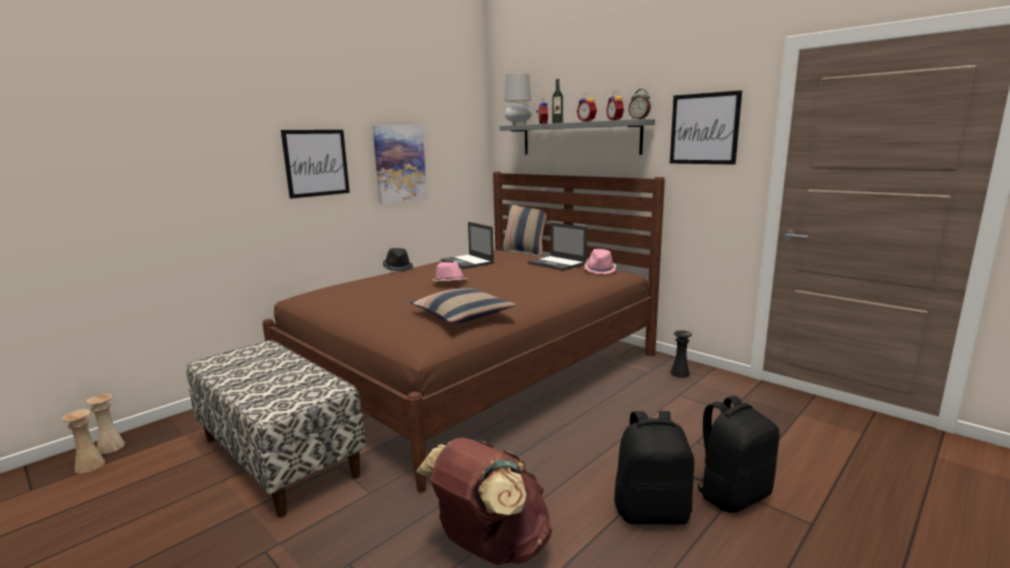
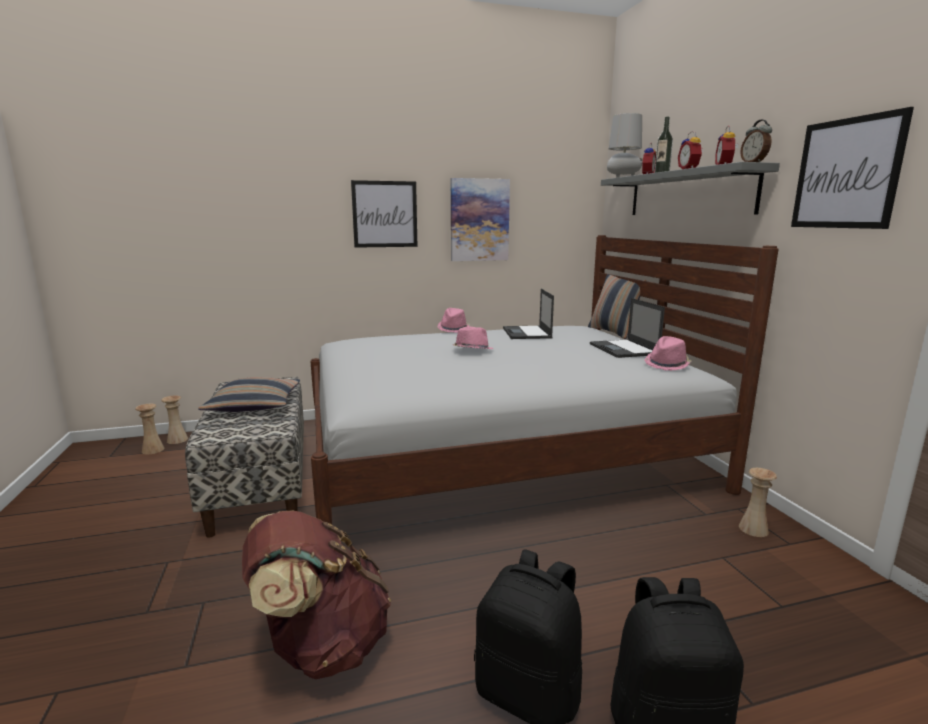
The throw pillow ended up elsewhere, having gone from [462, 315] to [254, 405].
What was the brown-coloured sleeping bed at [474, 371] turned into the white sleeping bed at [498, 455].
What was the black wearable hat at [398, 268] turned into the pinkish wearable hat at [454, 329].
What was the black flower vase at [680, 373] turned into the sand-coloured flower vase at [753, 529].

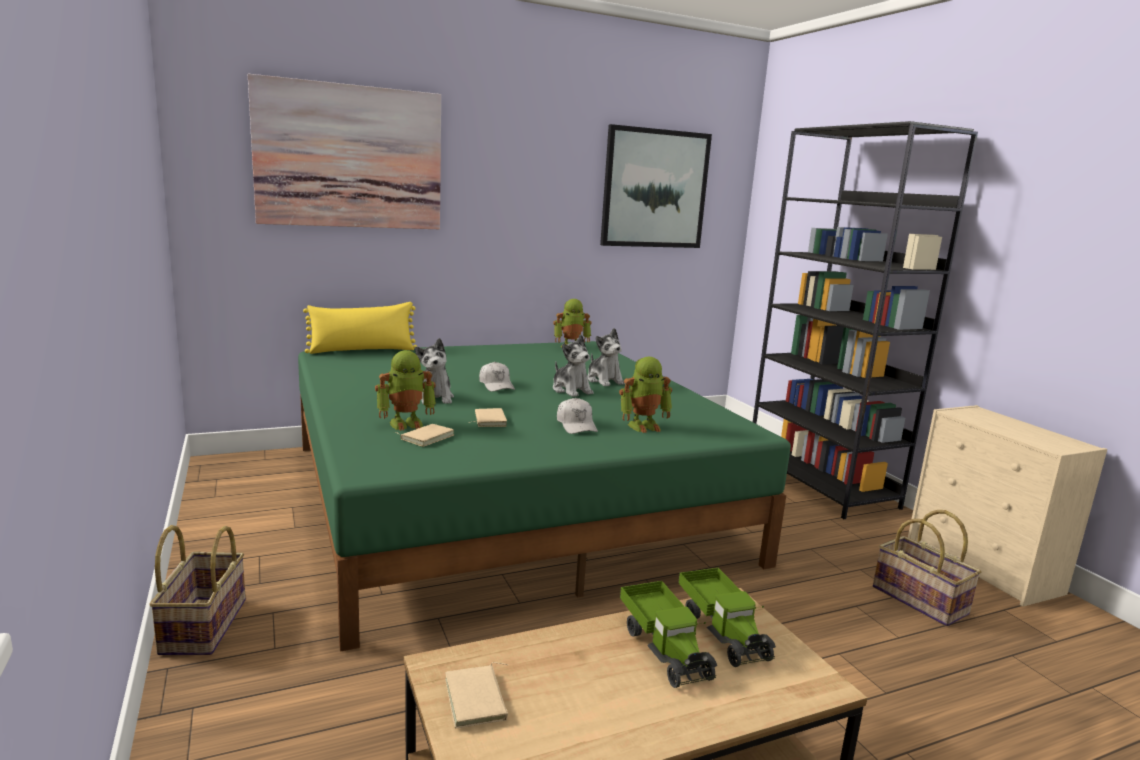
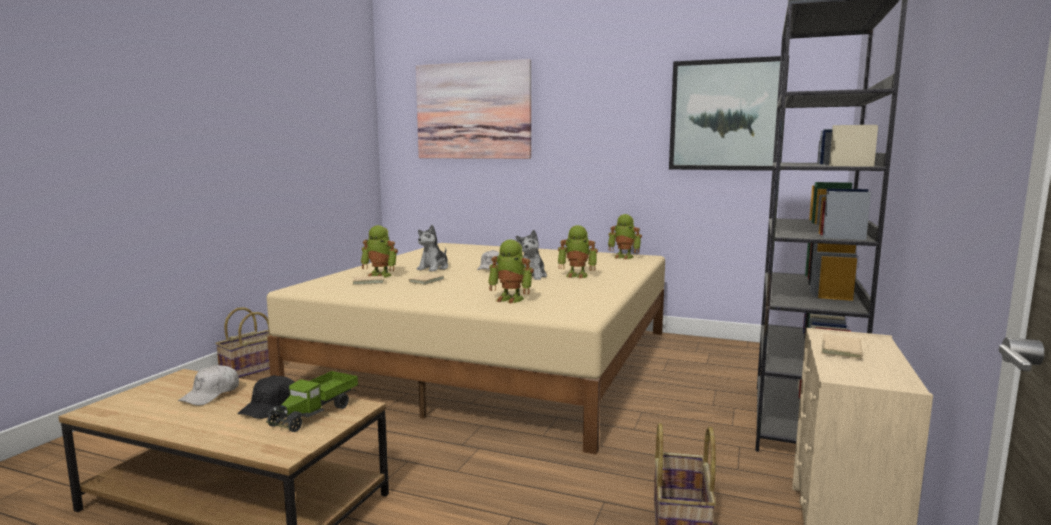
The white baseball cap ended up elsewhere, having gone from [576, 425] to [211, 394].
Where the toy truck stood at [665, 647], the black baseball cap came to stand at [270, 406].
What was the green sleeping bed at [507, 500] turned into the sand-coloured sleeping bed at [496, 360].
Where the cuddly toy stood at [604, 380], the robot figure came to stand at [577, 275].
The sand-coloured bound book ended up elsewhere, having gone from [478, 699] to [843, 350].
The second view lost the yellow throw pillow at [362, 350].

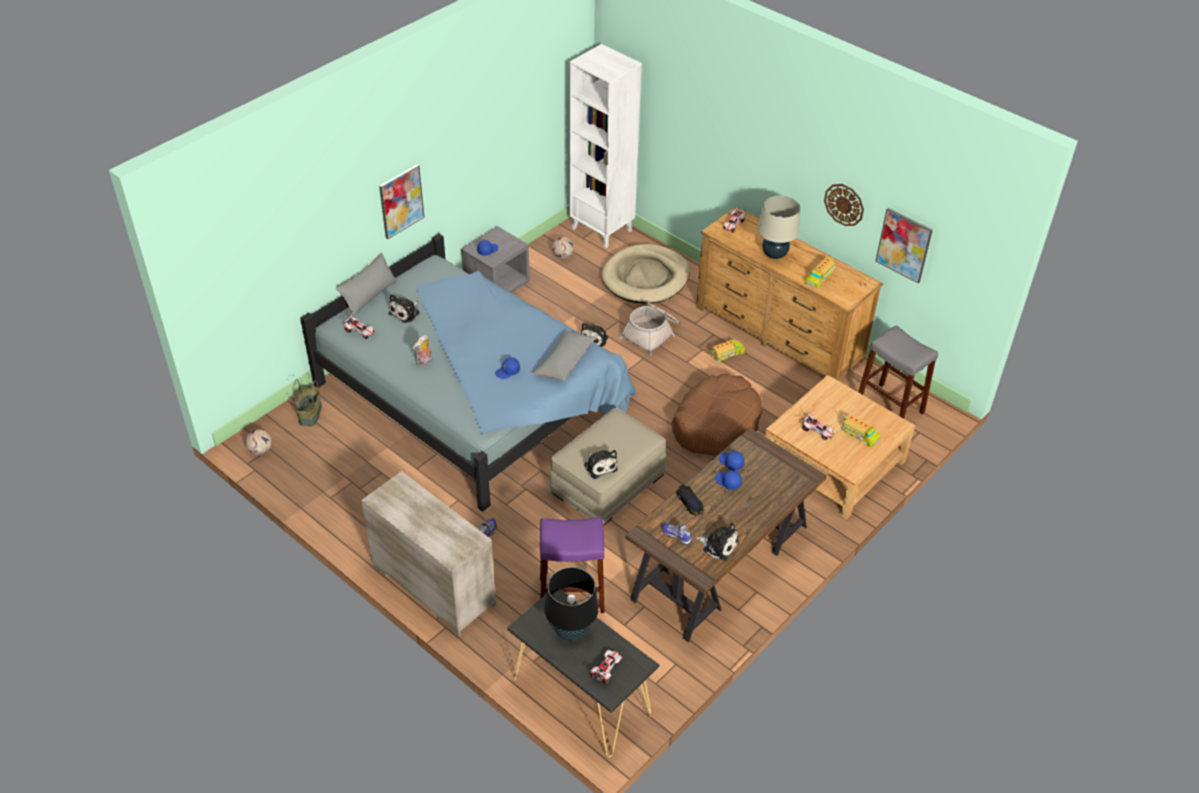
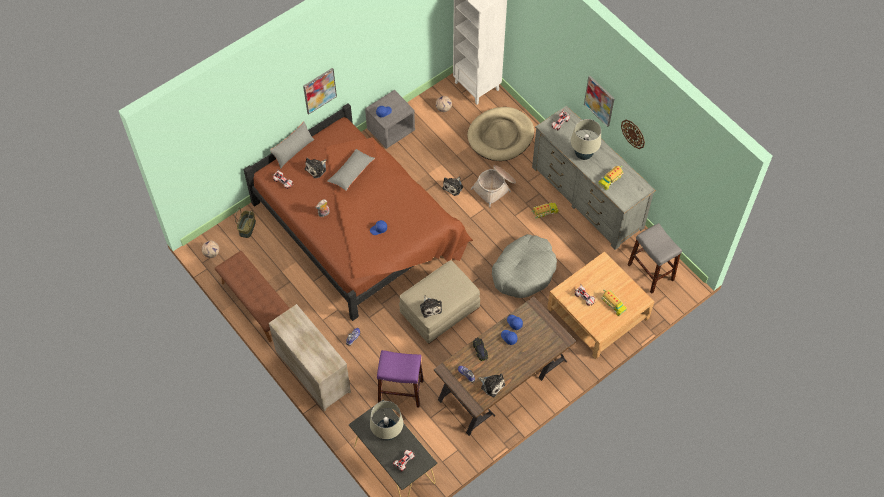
The second view gained the brown-coloured indoor bench at [256, 304].
What was the bluish sleeping bed at [473, 396] turned into the brown-coloured sleeping bed at [360, 226].
The greyish throw pillow ended up elsewhere, having gone from [564, 361] to [351, 173].
What was the black lamp for a table at [571, 632] turned into the sand-coloured lamp for a table at [387, 433].
What was the brown-coloured dog bed at [716, 424] turned into the greyish dog bed at [524, 271].
What was the brown-coloured chest of drawers at [778, 332] turned into the greyish chest of drawers at [587, 197].
The wall picture ended up elsewhere, having gone from [904, 245] to [599, 100].

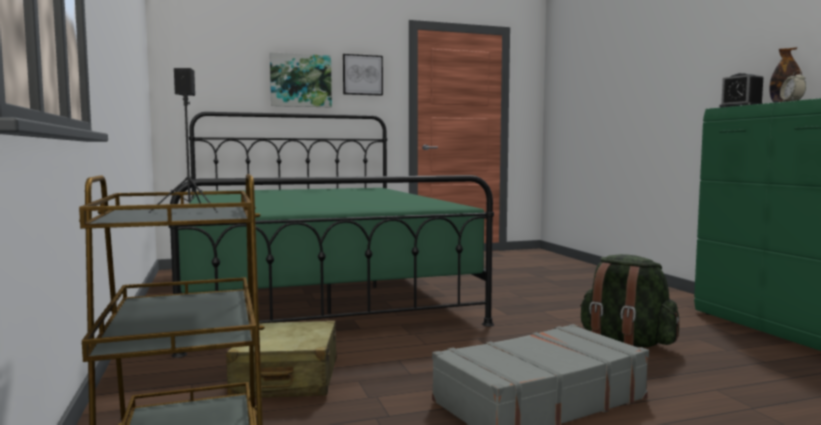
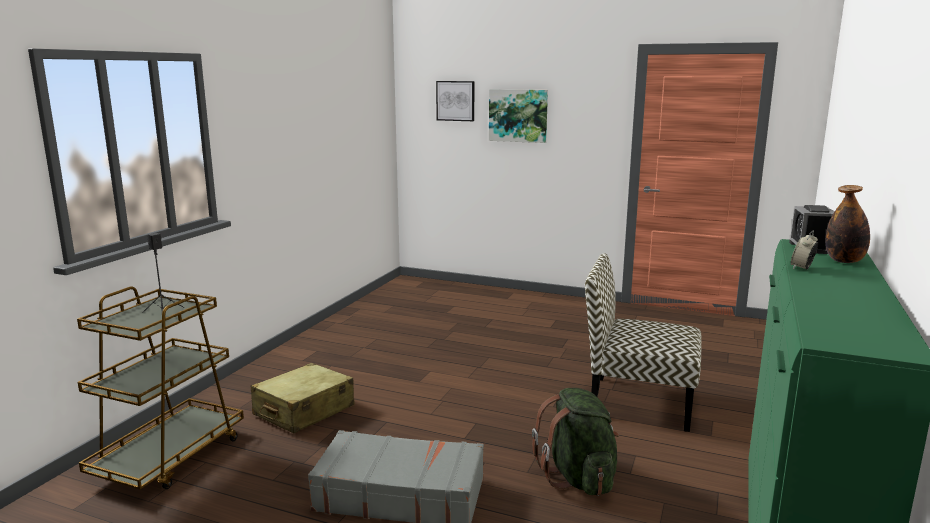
The wall picture ended up elsewhere, having gone from [362, 75] to [455, 101].
The second view gained the upright chair at [637, 402].
The second view lost the green sleeping bed at [314, 291].

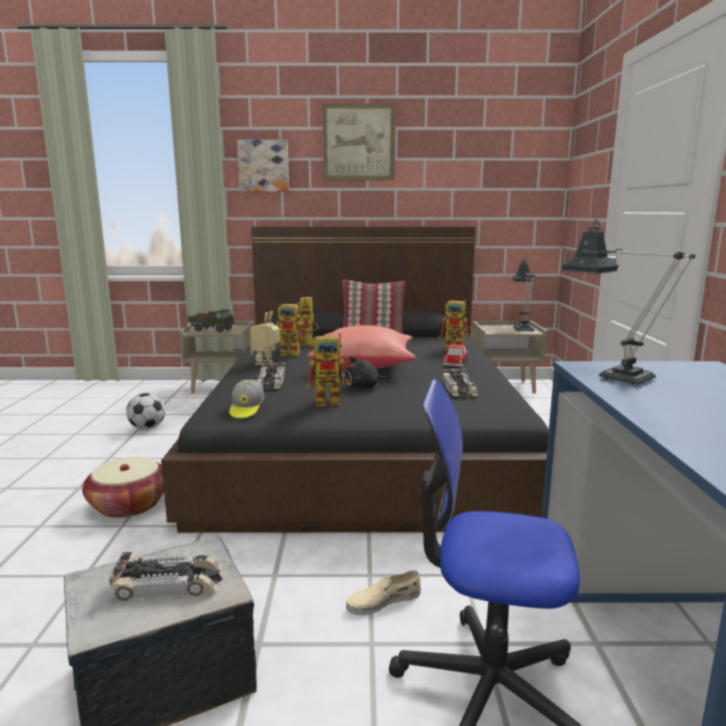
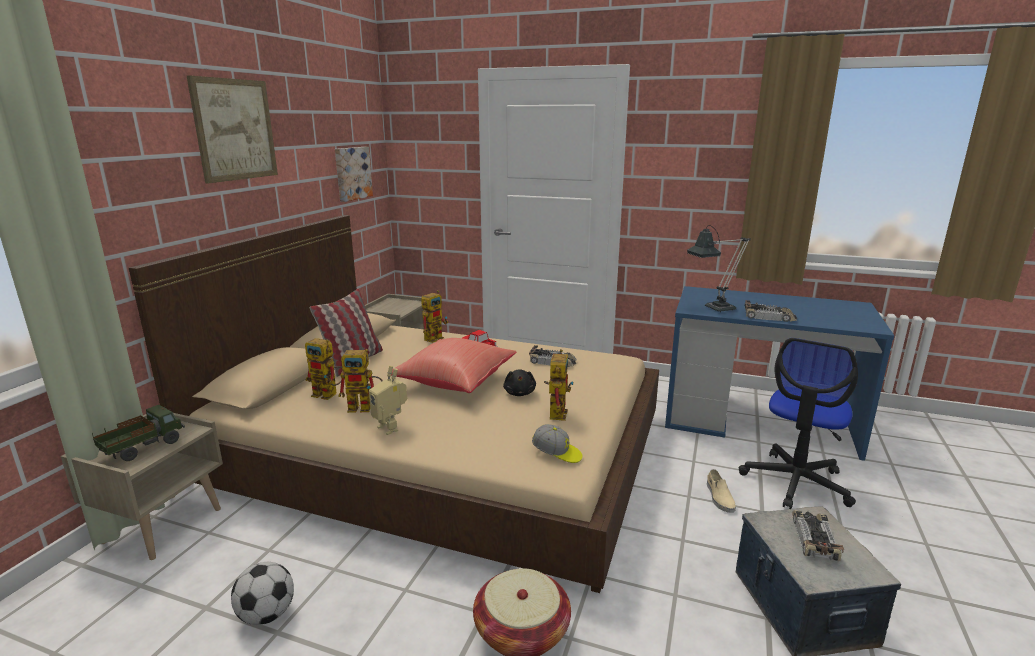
What was the black sleeping bed at [364, 432] turned into the sand-coloured sleeping bed at [441, 448].
The wall picture ended up elsewhere, having gone from [263, 166] to [352, 173].
The robot figure at [295, 354] ended up facing another way, 60 degrees clockwise from before.
The miniature car ended up elsewhere, having gone from [270, 382] to [769, 317].
The second view lost the lamp for a table at [522, 329].

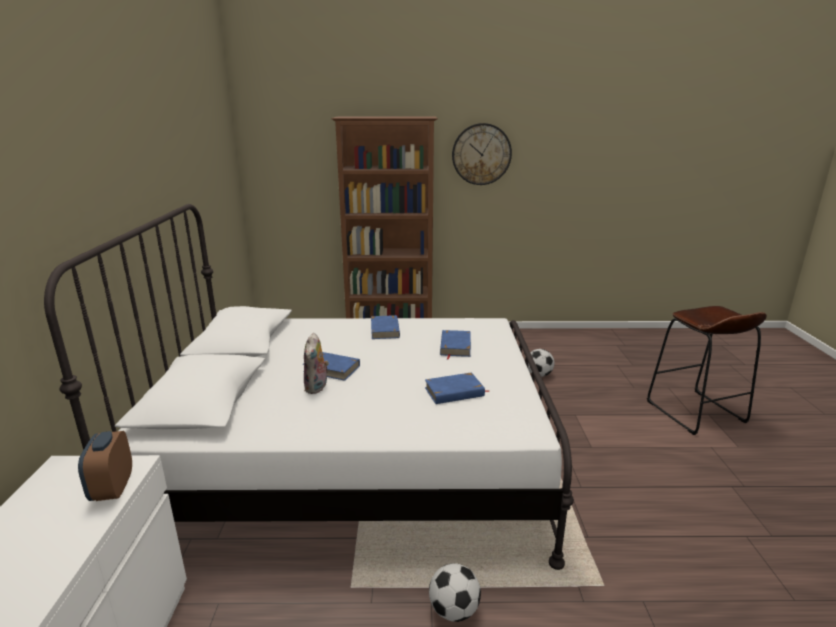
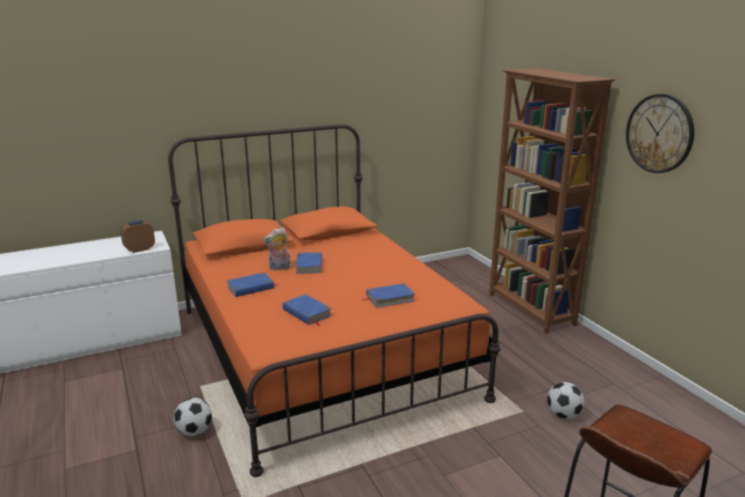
What was the white sleeping bed at [355, 462] turned into the orange-coloured sleeping bed at [321, 351].
The bluish bound book ended up elsewhere, having gone from [385, 330] to [251, 288].

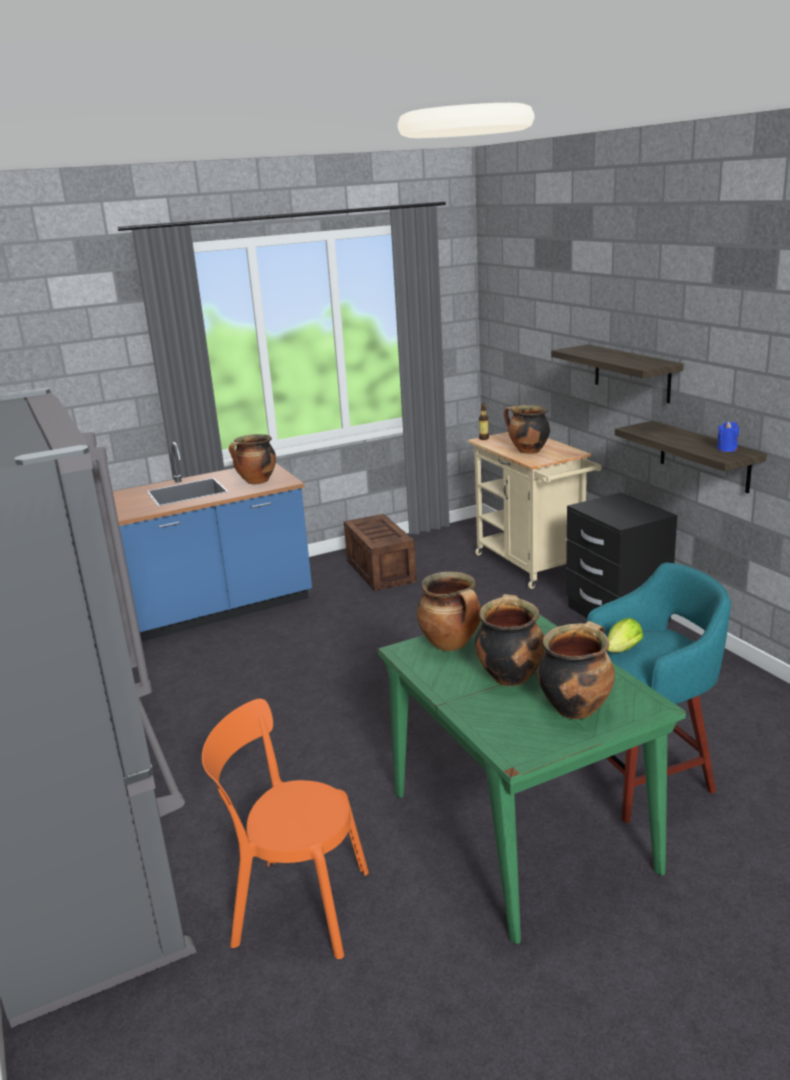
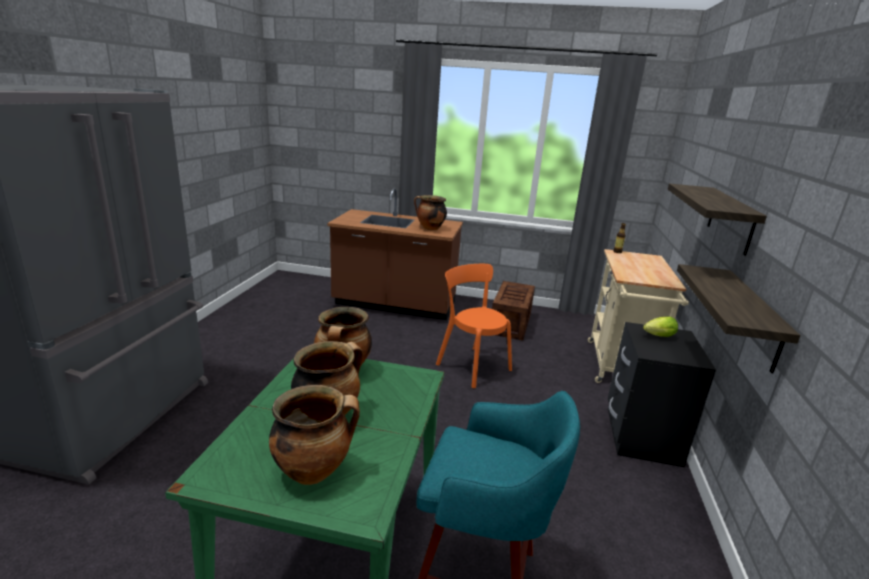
What was the bluish counter at [220, 609] turned into the brown-coloured counter at [394, 305].
The orange-coloured upright chair ended up elsewhere, having gone from [295, 906] to [471, 365].
The lettuce ended up elsewhere, having gone from [621, 651] to [657, 336].
The second view lost the cooking pot at [527, 451].
The second view lost the bluish wax light at [726, 449].

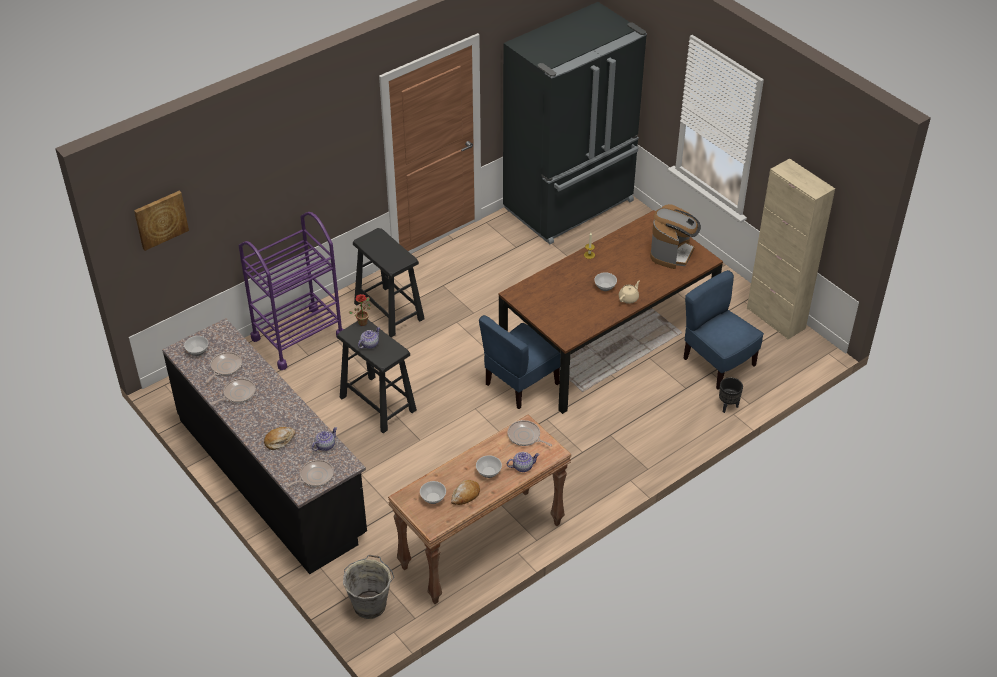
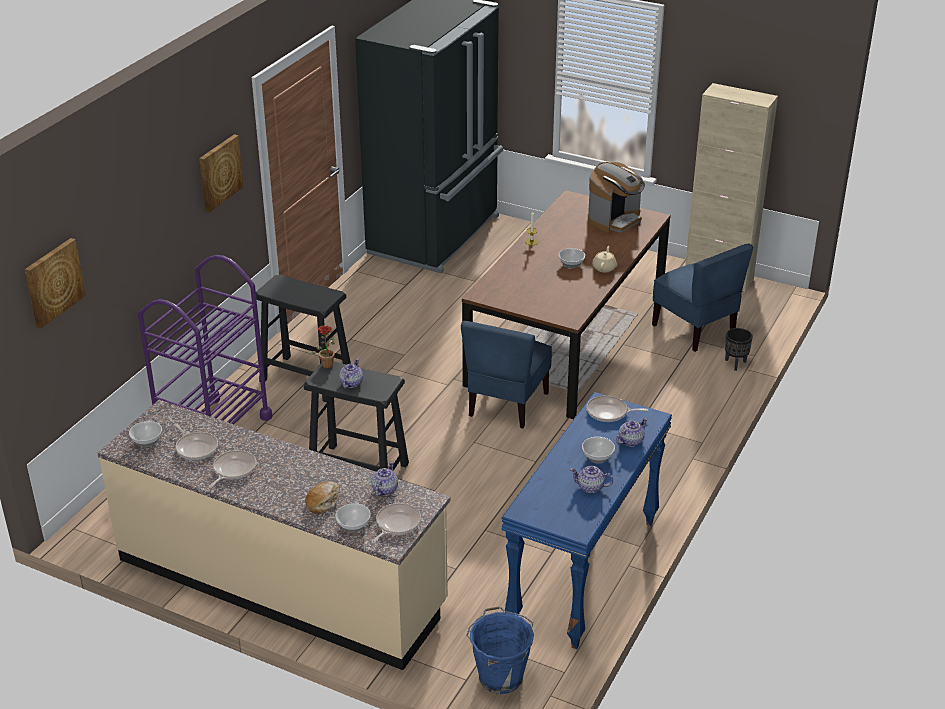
What was the black counter at [272, 476] turned into the sand-coloured counter at [281, 582].
The frying pan at [225, 367] ended up facing another way, 135 degrees clockwise from before.
The second view gained the wall picture at [219, 172].
The bowl ended up elsewhere, having gone from [432, 498] to [353, 525].
What was the greyish bucket at [370, 604] turned into the bluish bucket at [500, 676].
What was the brown-coloured narrow table at [482, 547] turned into the bluish narrow table at [585, 573].
Where the bakery bread stood at [465, 495], the teapot came to stand at [590, 487].
The coffee maker at [672, 253] ended up facing another way, 45 degrees clockwise from before.
The bluish upright chair at [718, 363] ended up facing another way, 150 degrees counterclockwise from before.

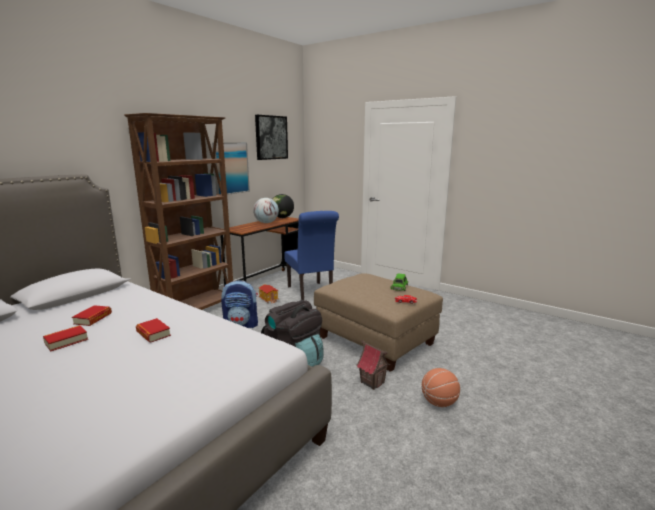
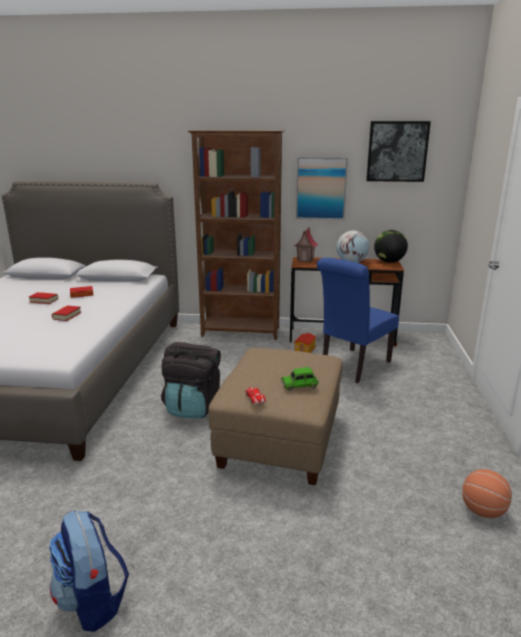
The knapsack ended up elsewhere, having gone from [241, 324] to [93, 601].
The miniature house ended up elsewhere, having gone from [372, 382] to [305, 260].
The basketball ball ended up elsewhere, having gone from [439, 402] to [483, 511].

